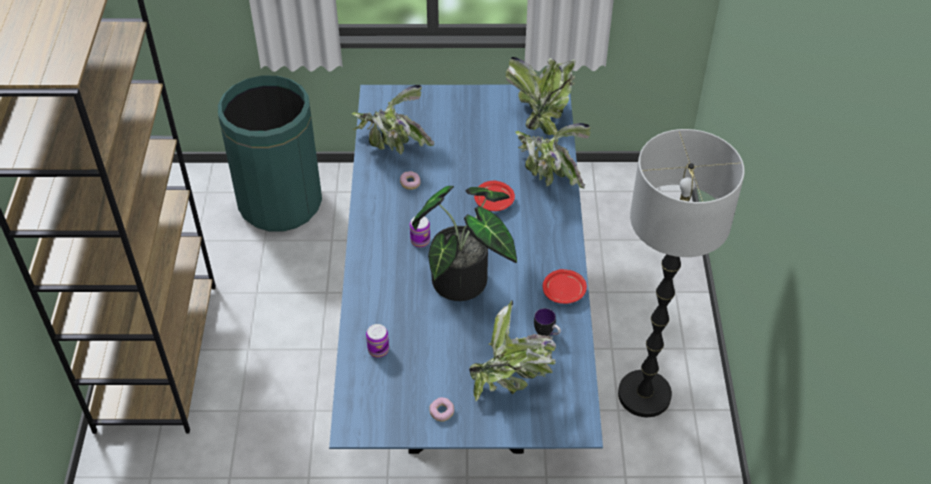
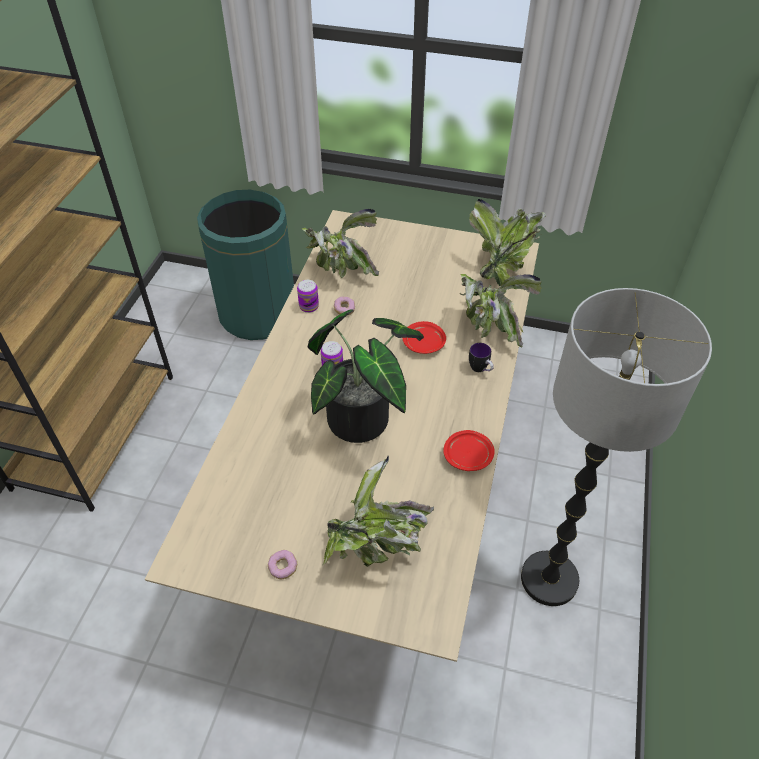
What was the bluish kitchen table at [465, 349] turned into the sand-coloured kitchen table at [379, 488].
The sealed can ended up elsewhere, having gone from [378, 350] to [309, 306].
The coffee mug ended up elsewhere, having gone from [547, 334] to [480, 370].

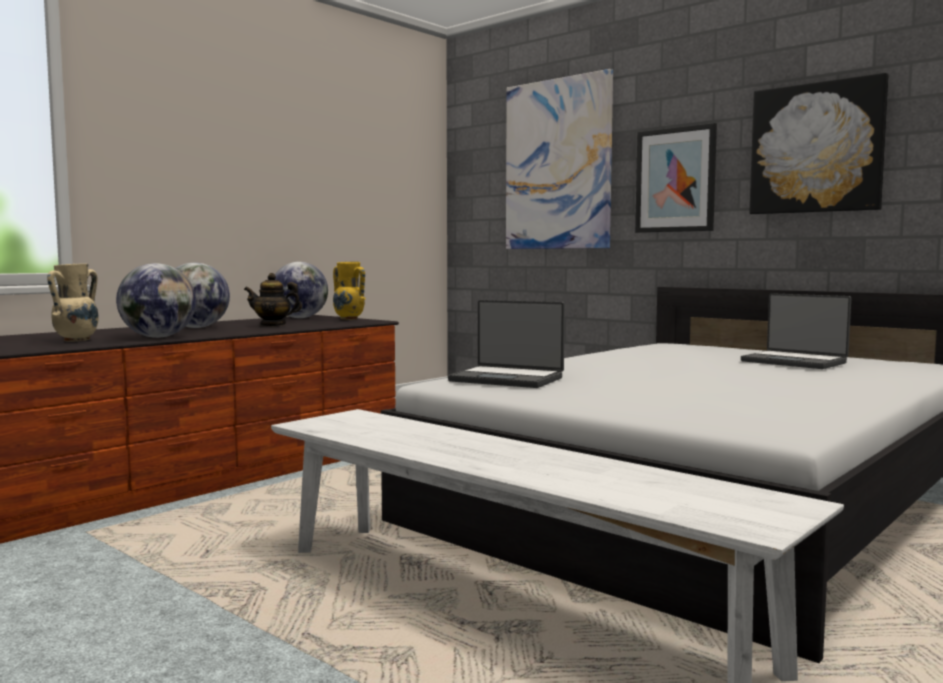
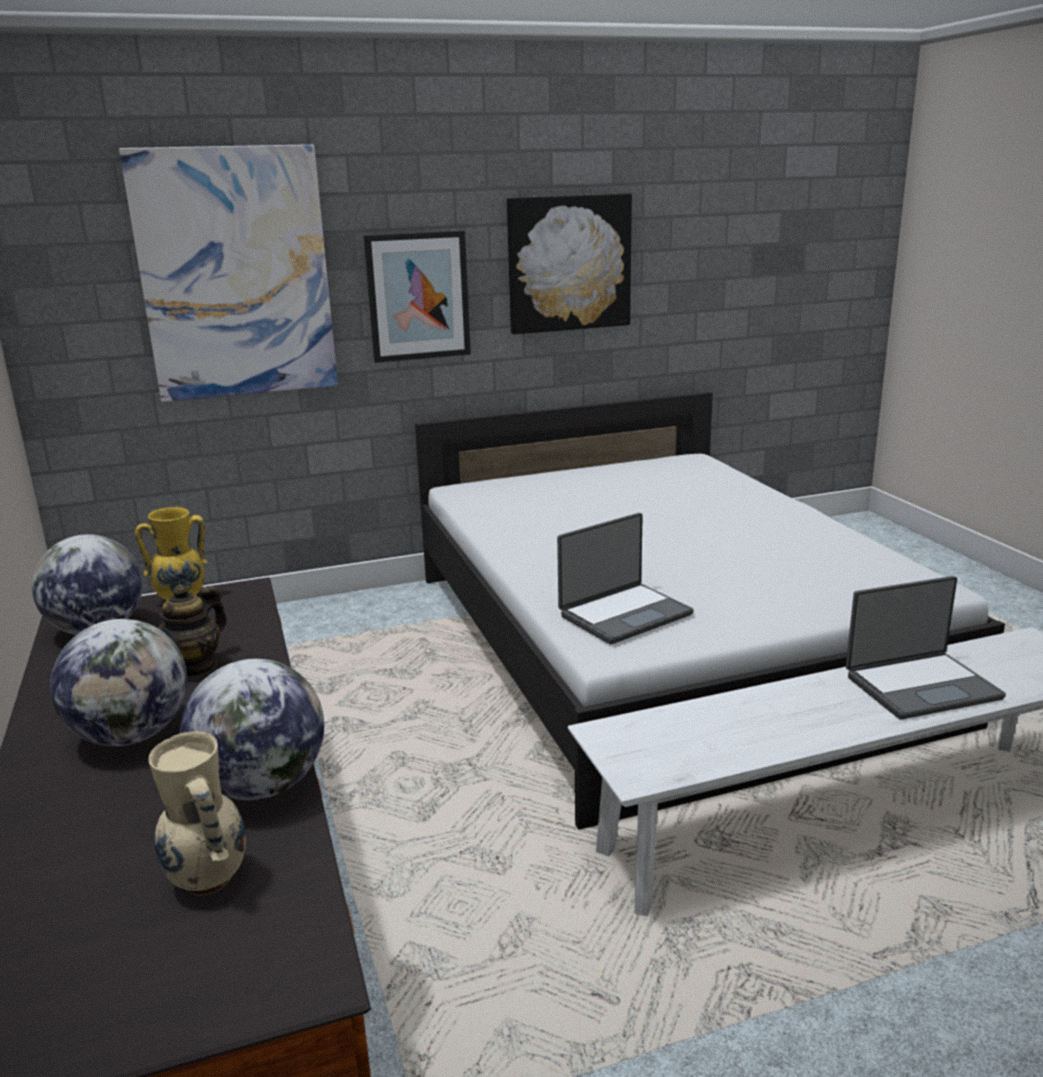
The portable computer ended up elsewhere, having gone from [794, 362] to [920, 686].

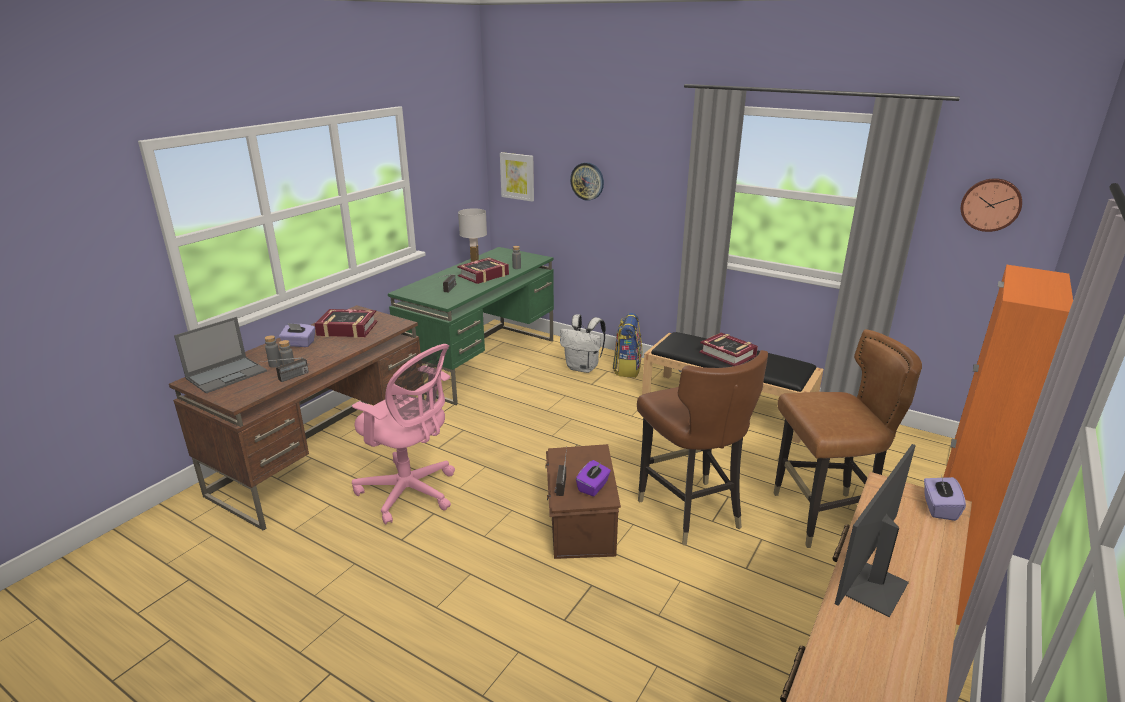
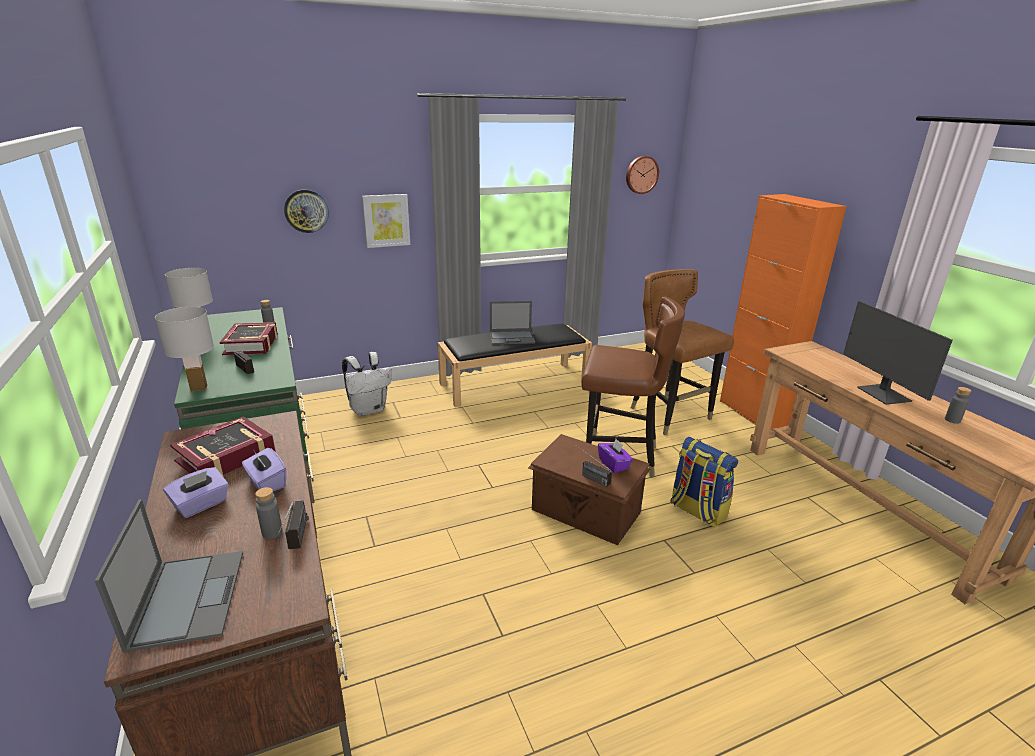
The second view gained the white lamp for a table at [199, 388].
The purple tissue holder ended up elsewhere, having gone from [939, 508] to [266, 483].
The wall picture ended up elsewhere, having gone from [517, 176] to [386, 220].
Where the bound book stood at [728, 354], the portable computer came to stand at [512, 337].
The brown-coloured upright chair at [823, 517] ended up facing another way, 60 degrees counterclockwise from before.
The knapsack ended up elsewhere, having gone from [627, 368] to [697, 511].
The greyish beverage bottle ended up elsewhere, having gone from [275, 365] to [952, 420].
The second view lost the pinkish computer chair at [410, 493].

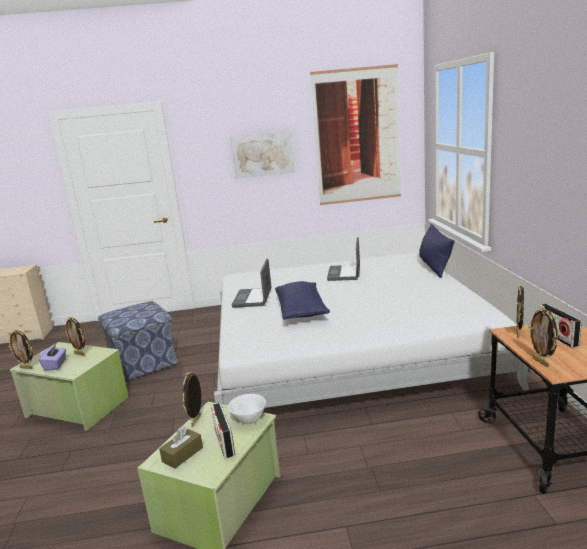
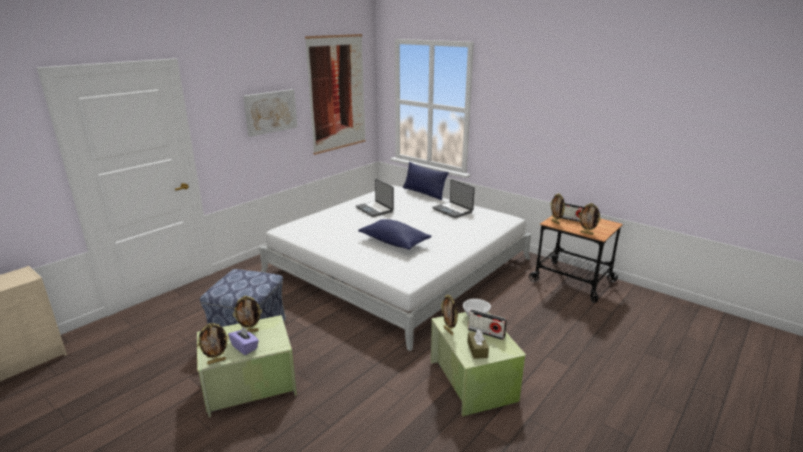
The portable computer ended up elsewhere, having gone from [253, 298] to [453, 210].

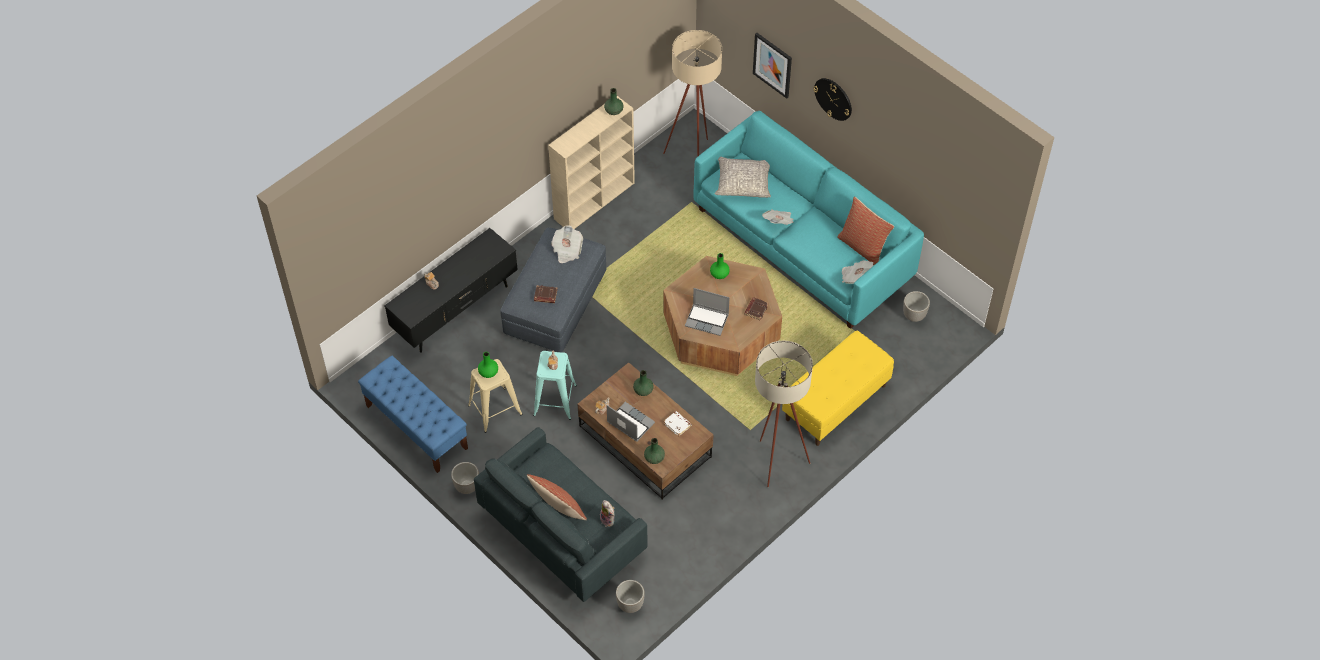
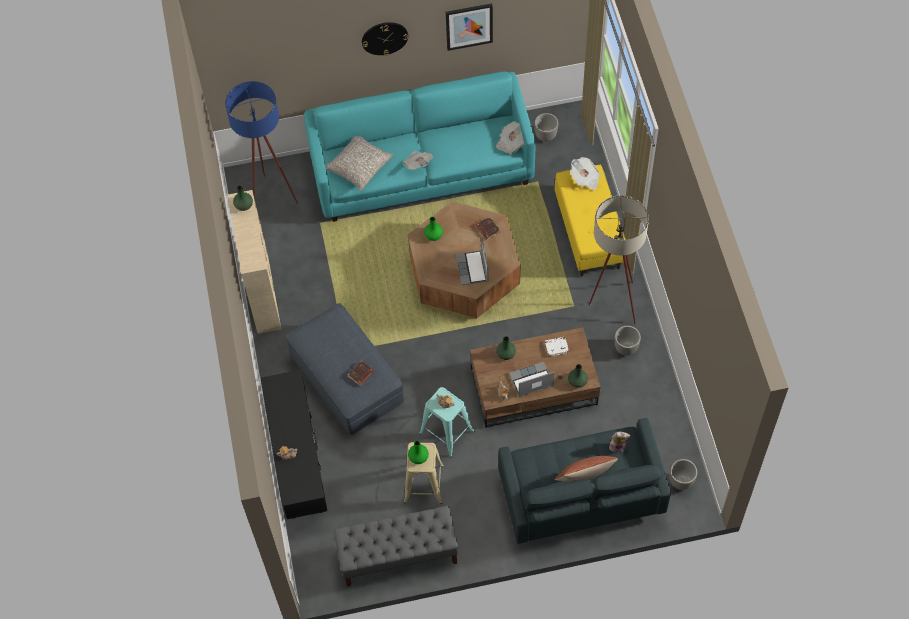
What was the sand-coloured floor lamp at [694, 153] turned into the bluish floor lamp at [270, 193].
What was the bluish indoor bench at [416, 427] turned into the greyish indoor bench at [398, 556].
The wall picture ended up elsewhere, having gone from [772, 65] to [469, 26].
The portable computer at [707, 320] ended up facing another way, 120 degrees clockwise from before.
The printed paper ended up elsewhere, having gone from [567, 250] to [585, 179].
The planter ended up elsewhere, having gone from [466, 486] to [625, 348].
The second view lost the throw pillow at [863, 247].

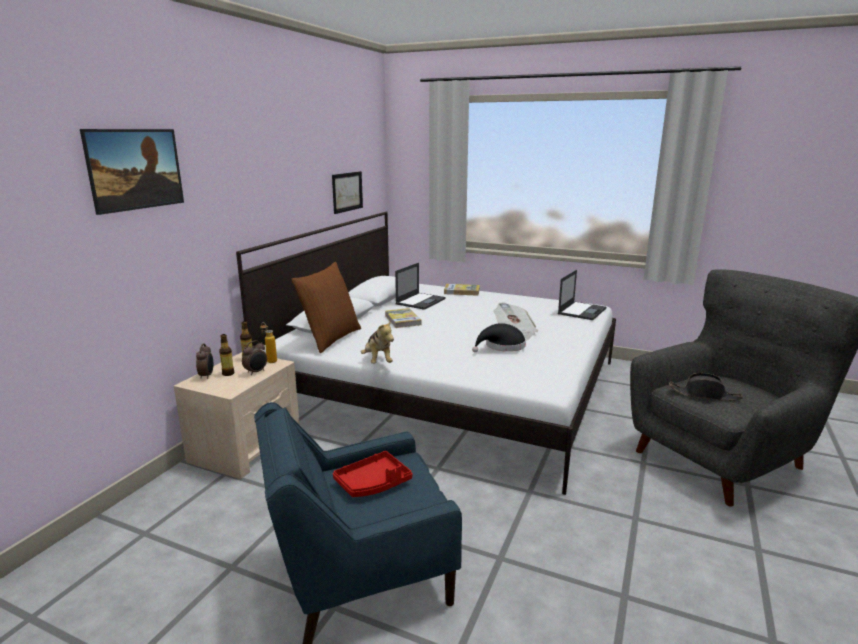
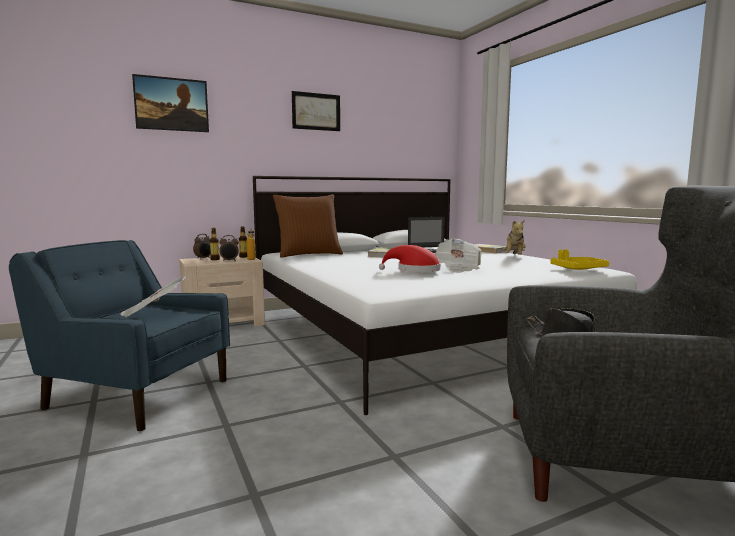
Where the red-coloured carrying tray stood at [373, 483], the printed paper came to stand at [153, 313].
The wall picture ended up elsewhere, having gone from [347, 192] to [316, 111].
What was the black wearable hat at [502, 346] turned into the red-coloured wearable hat at [414, 270].
The cuddly toy ended up elsewhere, having gone from [378, 361] to [514, 257].
Where the portable computer stood at [582, 311], the yellow carrying tray came to stand at [578, 269].

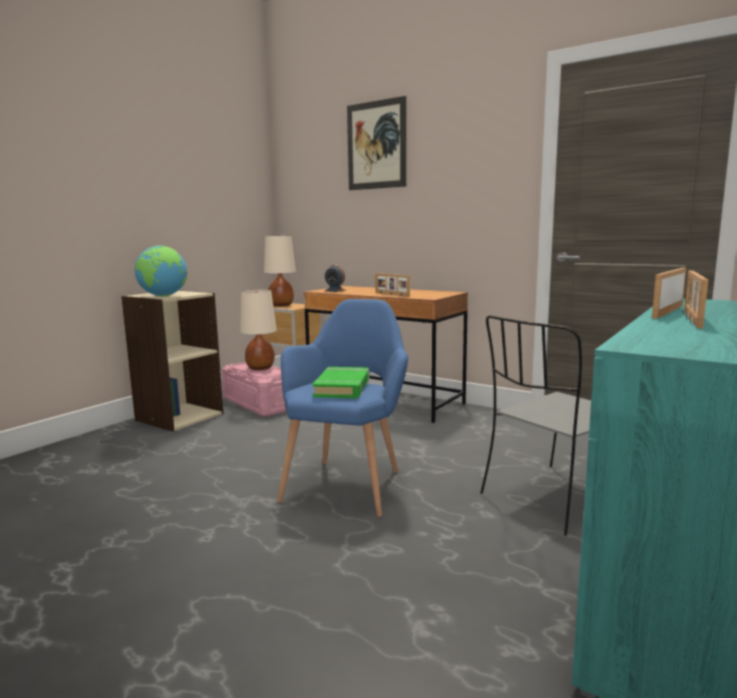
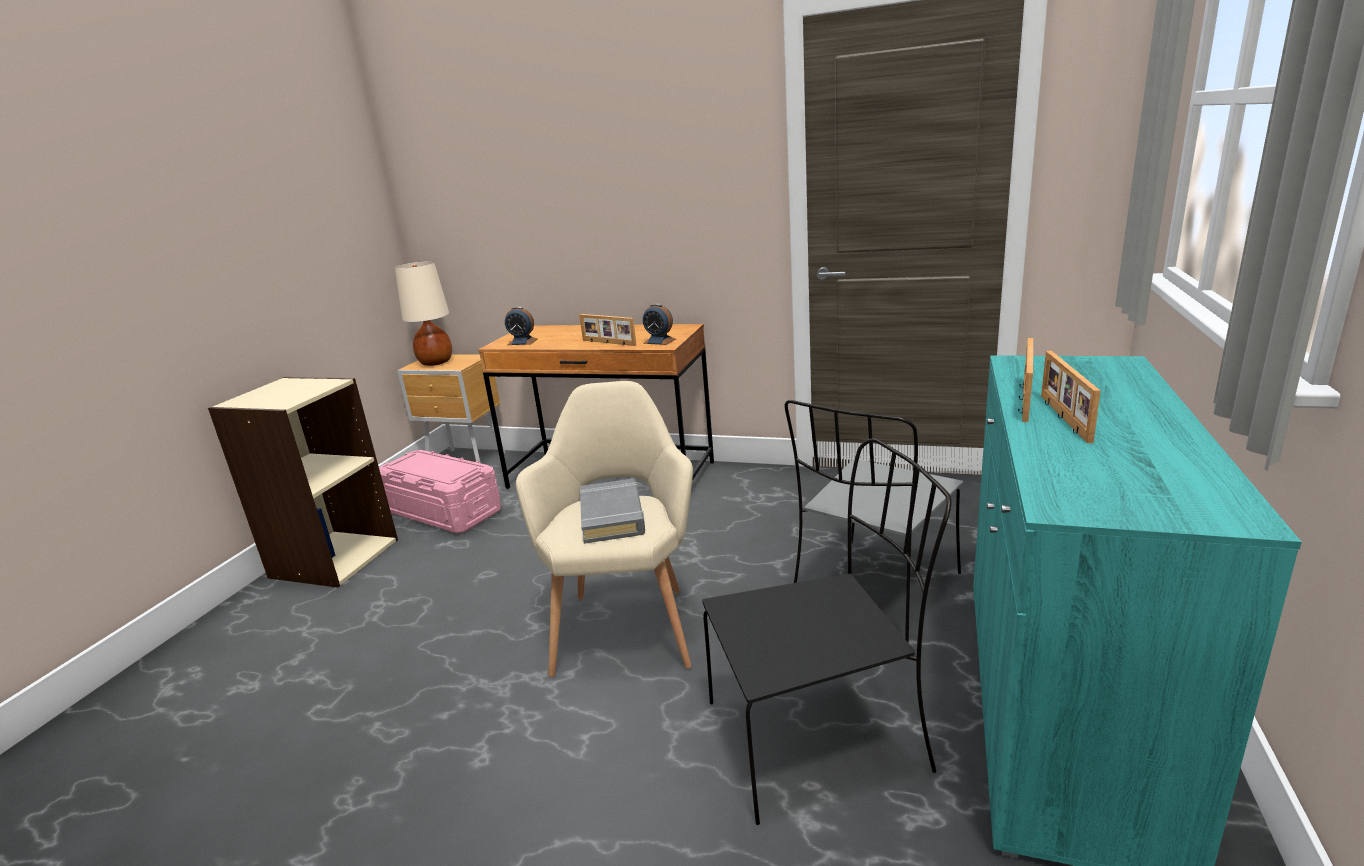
What was the bluish easy chair at [348, 483] turned into the sand-coloured easy chair at [626, 623].
What was the green bound book at [343, 388] turned into the greyish bound book at [612, 517].
The second view gained the table clock at [659, 341].
The second view gained the black upright chair at [820, 734].
The second view lost the desk globe at [163, 296].
The second view lost the sand-coloured lamp for a table at [260, 368].
The second view lost the wall picture at [376, 145].

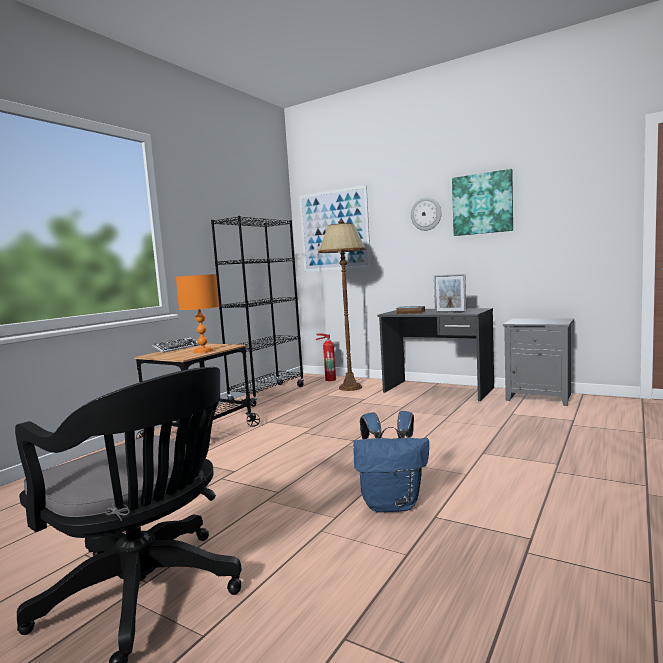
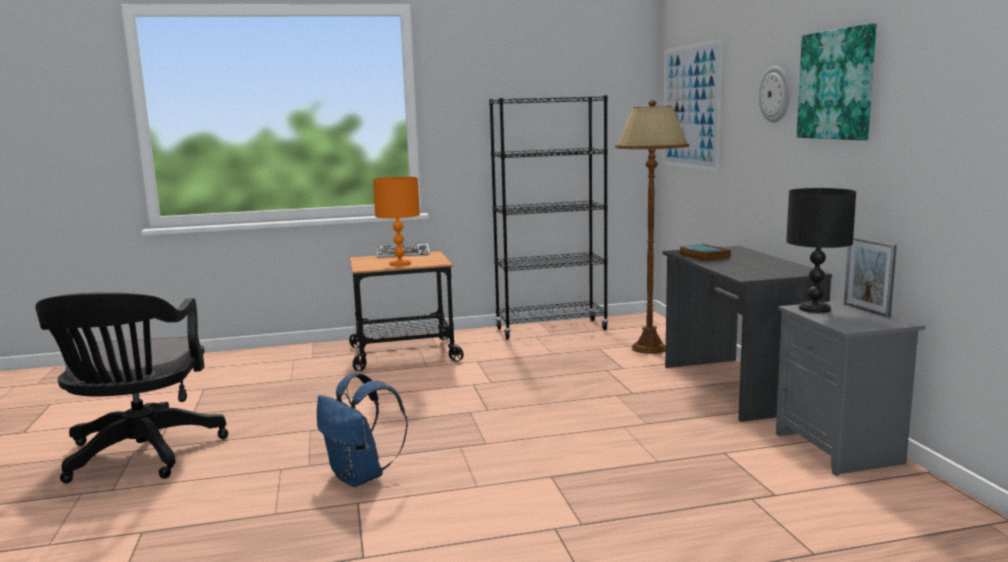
The second view gained the black lamp for a table at [815, 309].
The standing frame ended up elsewhere, having gone from [450, 312] to [866, 310].
The second view lost the extinguisher at [329, 379].

